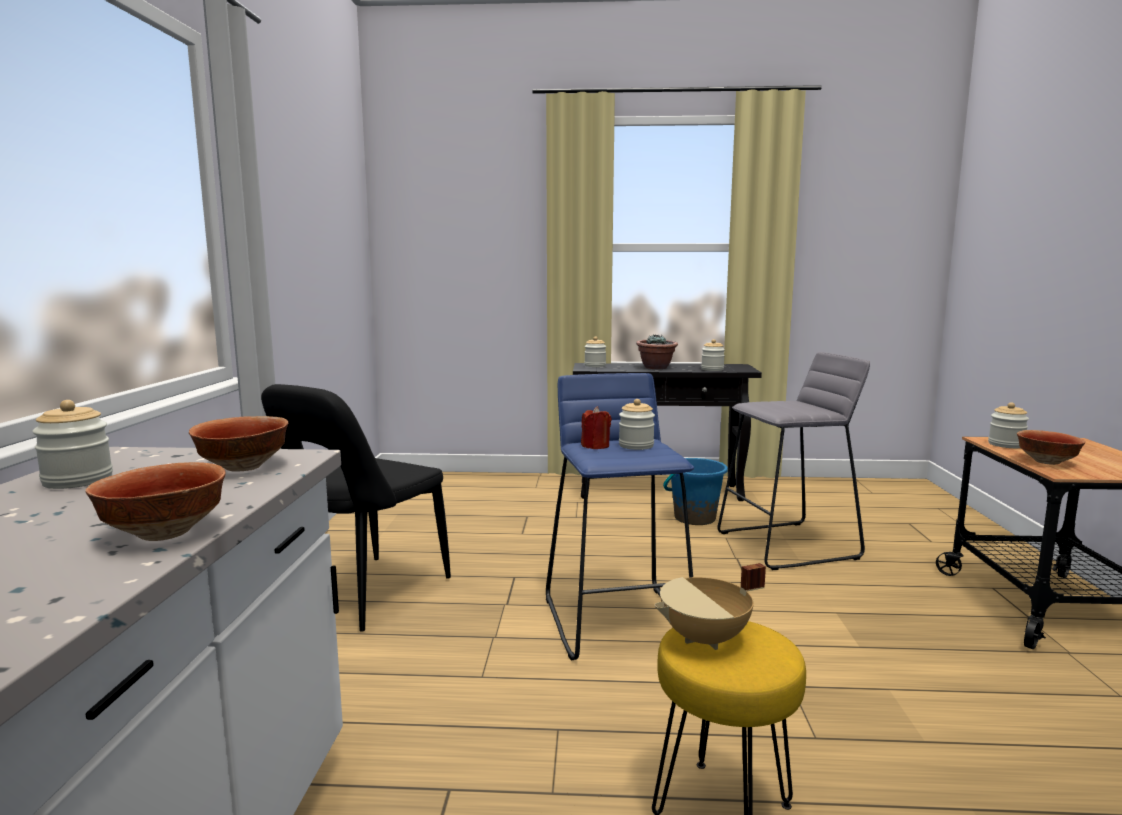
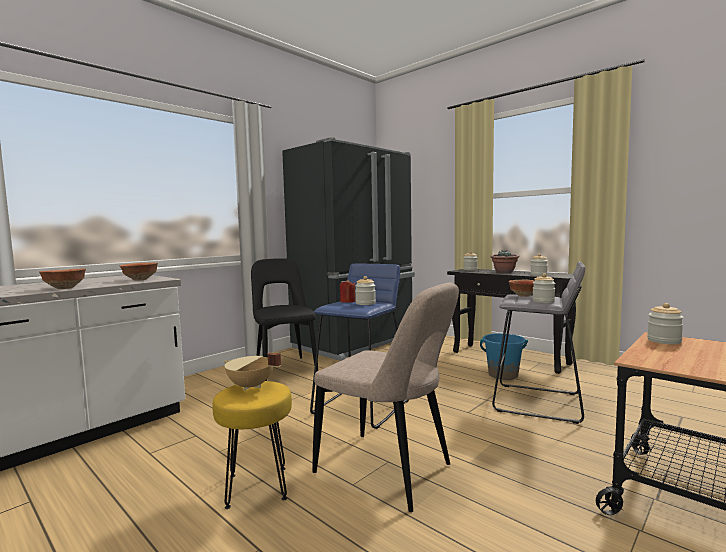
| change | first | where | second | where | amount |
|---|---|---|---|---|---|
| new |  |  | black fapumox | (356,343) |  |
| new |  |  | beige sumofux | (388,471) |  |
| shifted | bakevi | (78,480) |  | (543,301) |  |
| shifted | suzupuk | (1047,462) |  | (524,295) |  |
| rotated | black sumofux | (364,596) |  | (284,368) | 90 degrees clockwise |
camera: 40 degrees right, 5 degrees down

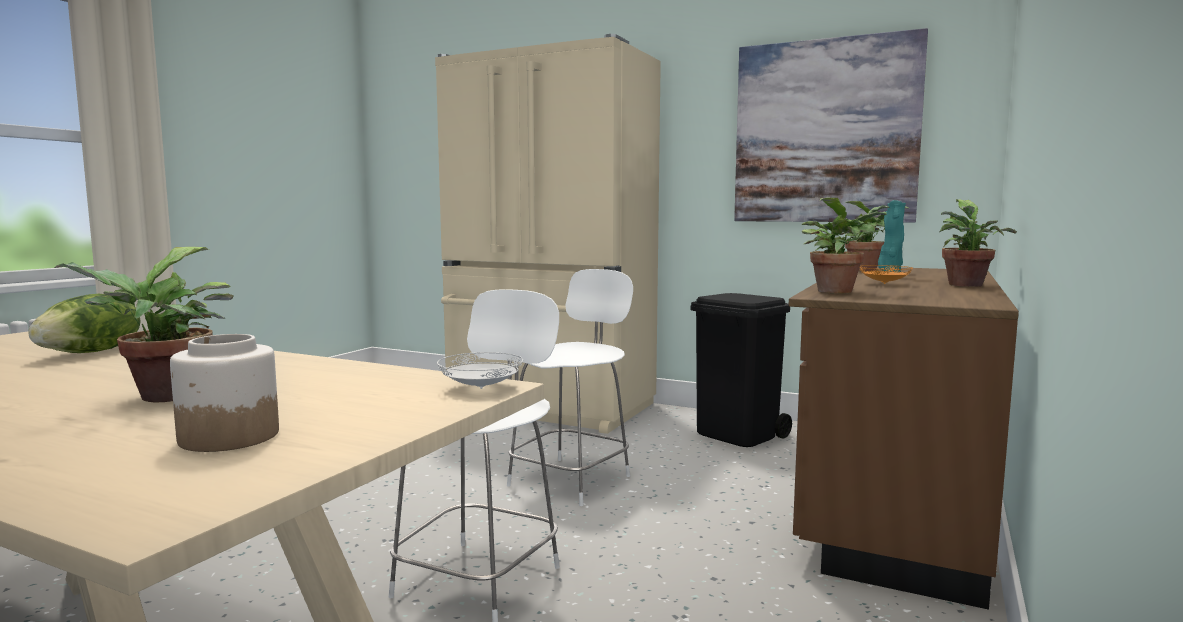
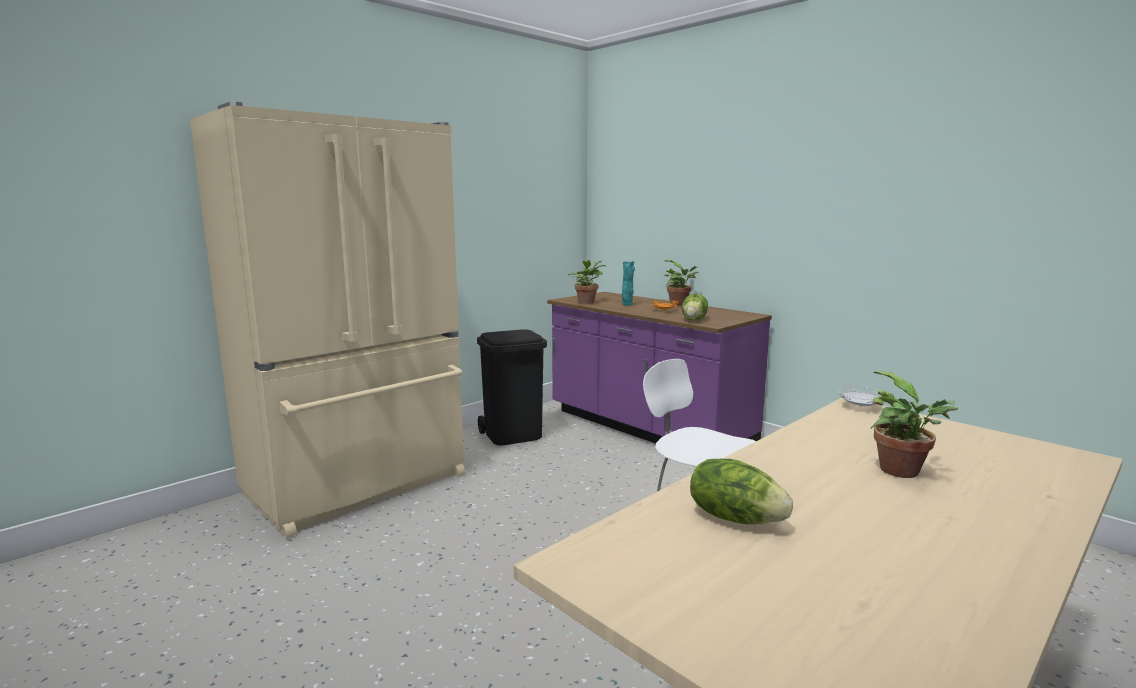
| change | first | where | second | where | amount |
|---|---|---|---|---|---|
| gone | bakevi | (228,437) |  |  |  |
| gone | white sumofux | (572,479) |  |  |  |
| gone | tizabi | (825,132) |  |  |  |
| swapped | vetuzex | (838,291) | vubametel | (694,320) |  |
| repainted | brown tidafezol | (893,501) | purple tidafezol | (647,429) |  |
camera: 70 degrees left, 5 degrees up

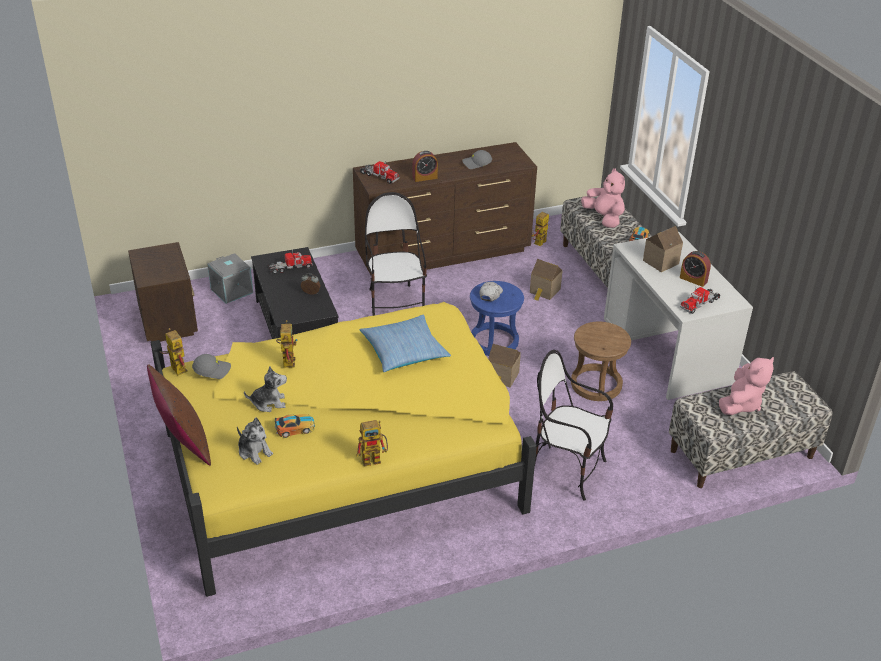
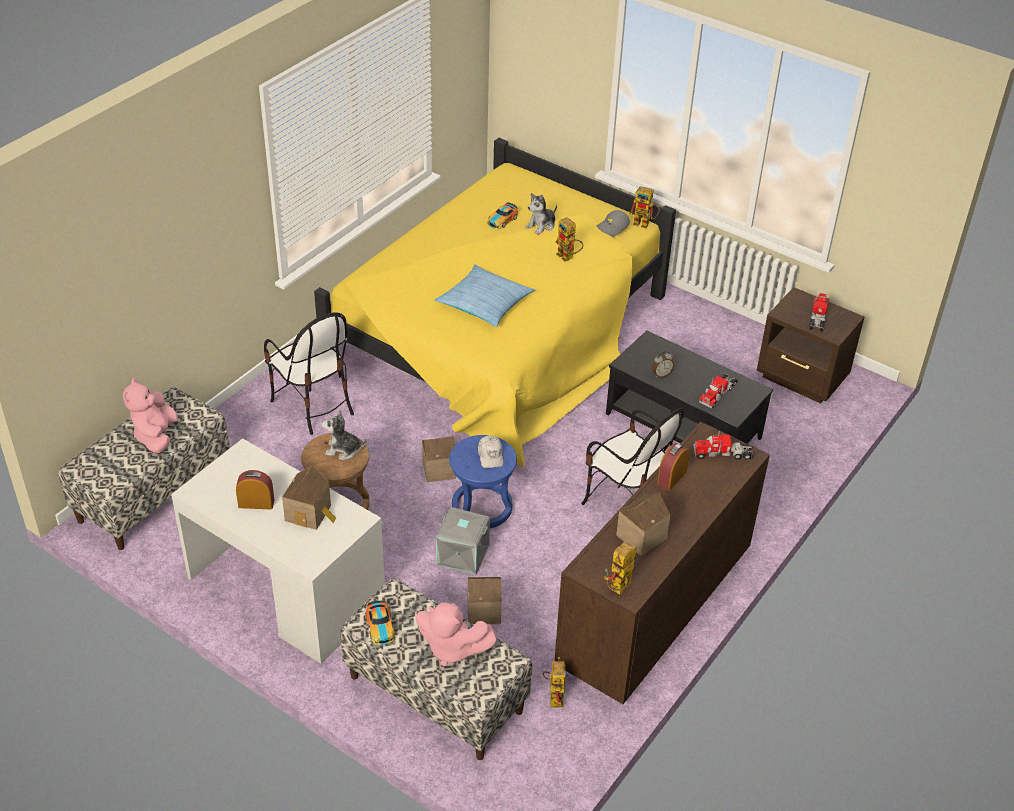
| change | first | where | second | where | amount |
|---|---|---|---|---|---|
| gone | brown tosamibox | (184,443) |  |  |  |
| shifted | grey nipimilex | (232,291) |  | (462,555) |  |
| shifted | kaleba | (254,451) |  | (343,450) |  |
| shifted | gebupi | (375,458) |  | (618,589) |  |
| shifted | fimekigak | (699,303) |  | (818,316) |  |
| swapped | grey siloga | (476,164) | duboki | (639,536) |  |
| rotated | sumofux | (566,469) |  | (313,406) | 60 degrees clockwise |
camera: 145 degrees right, 5 degrees up

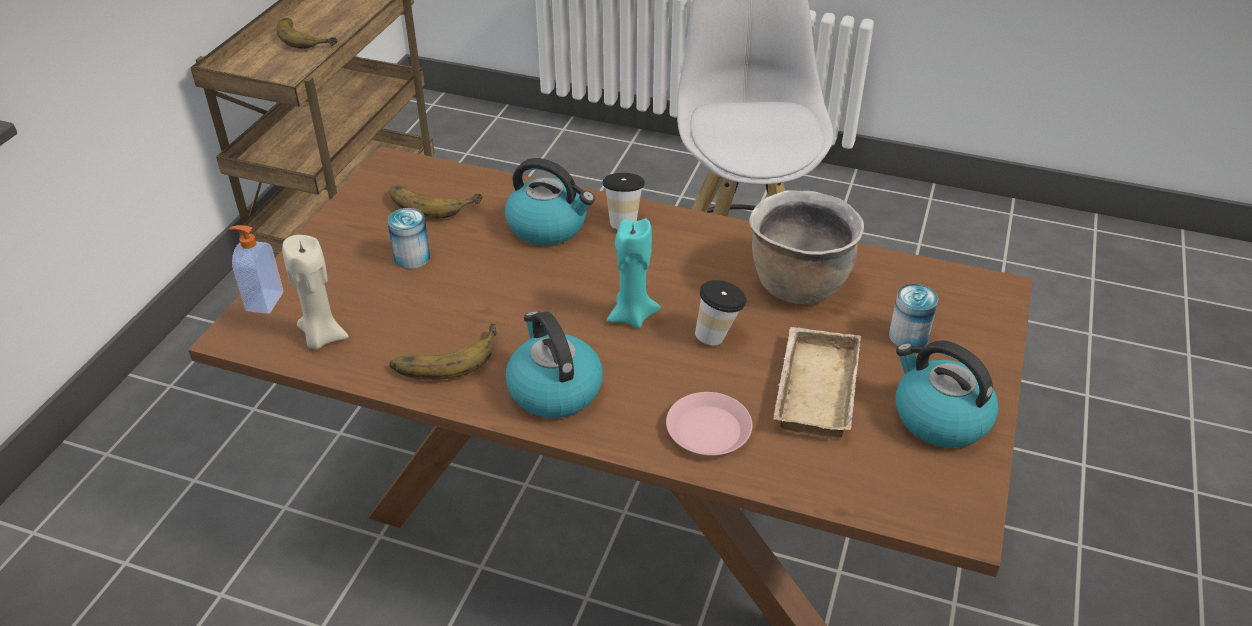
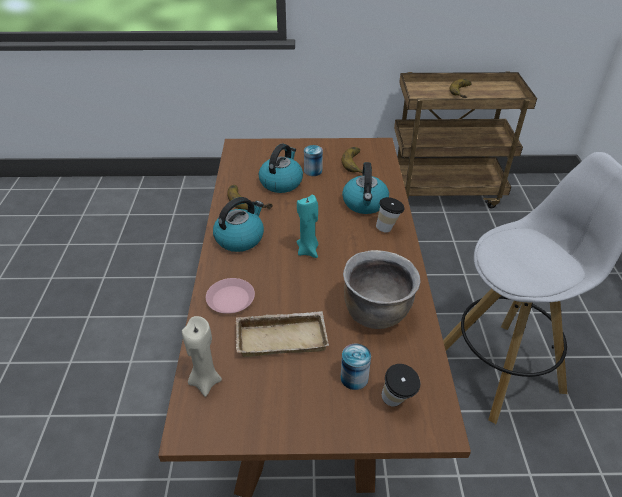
| change | first | where | second | where | amount |
|---|---|---|---|---|---|
| gone | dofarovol | (263,301) |  |  |  |
| shifted | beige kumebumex | (322,337) |  | (205,381) |  |
| shifted | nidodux | (718,336) |  | (397,402) |  |
| shifted | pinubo | (939,417) |  | (281,182) |  |
camera: 70 degrees right, 0 degrees up

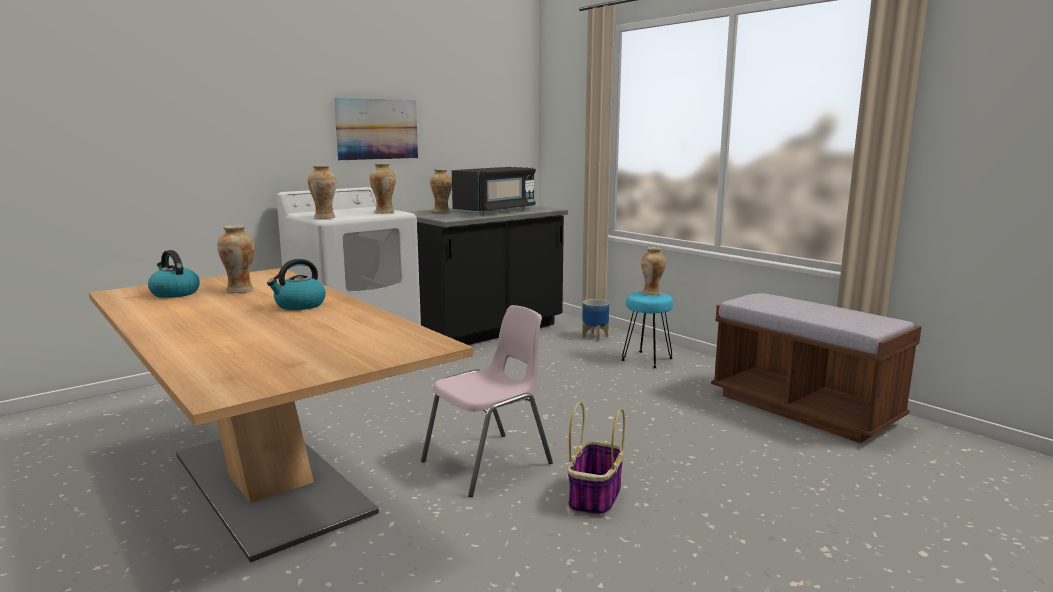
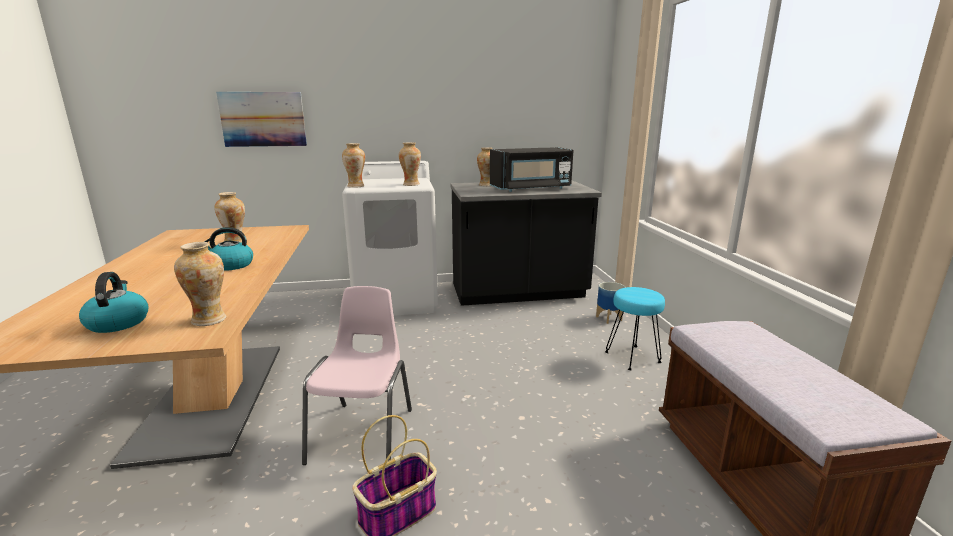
| change | first | where | second | where | amount |
|---|---|---|---|---|---|
| shifted | pinubo | (174,293) |  | (118,322) |  |
| shifted | tizabi | (377,129) |  | (263,119) |  |
| shifted | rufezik | (651,293) |  | (209,320) |  |
| rotated | pink sumofux | (489,463) |  | (364,434) | 75 degrees counterclockwise |
camera: 30 degrees right, 5 degrees up

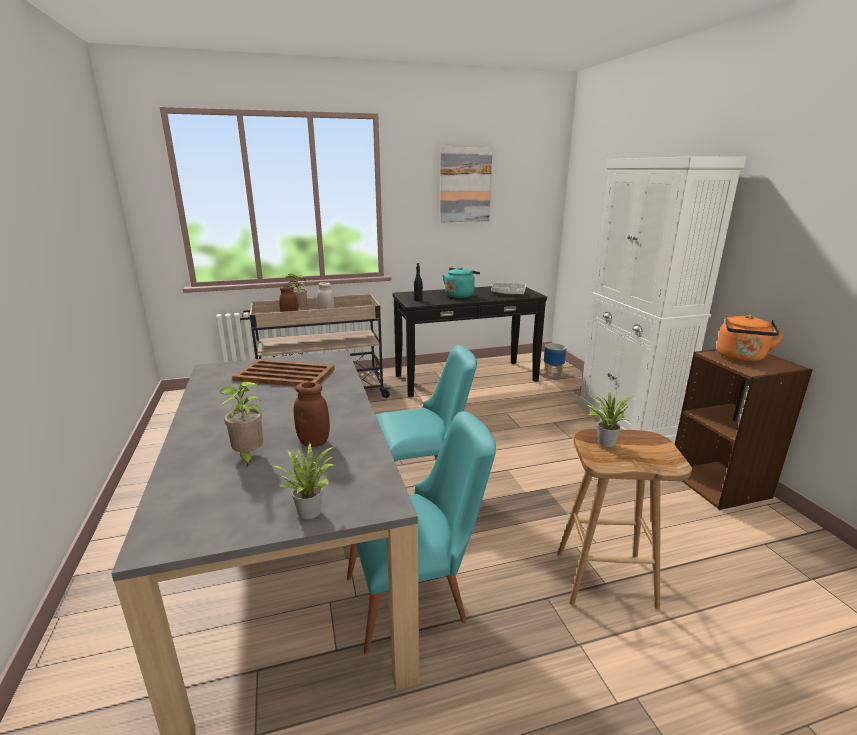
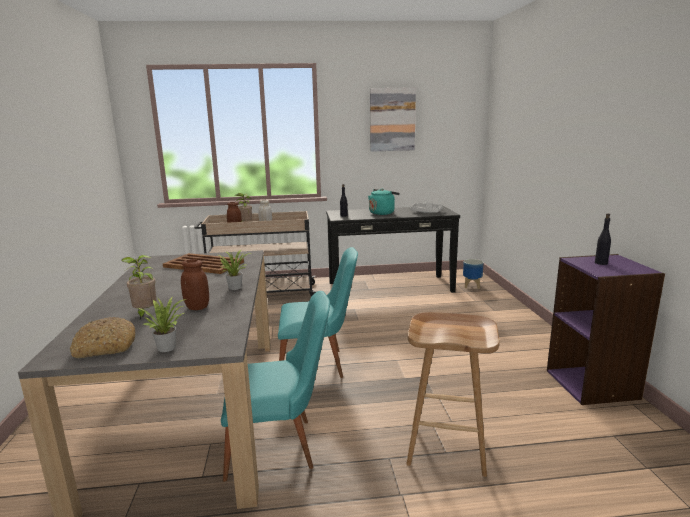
| change | first | where | second | where | amount |
|---|---|---|---|---|---|
| gone | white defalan | (627,421) |  |  |  |
| new |  |  | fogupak | (105,347) |  |
| shifted | vetuzex | (604,441) |  | (235,287) |  |
| swapped | orange pinubo | (741,358) | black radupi | (601,263) |  |
| repainted | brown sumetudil | (719,484) | purple sumetudil | (592,384) |  |
camera: 10 degrees right, 5 degrees down

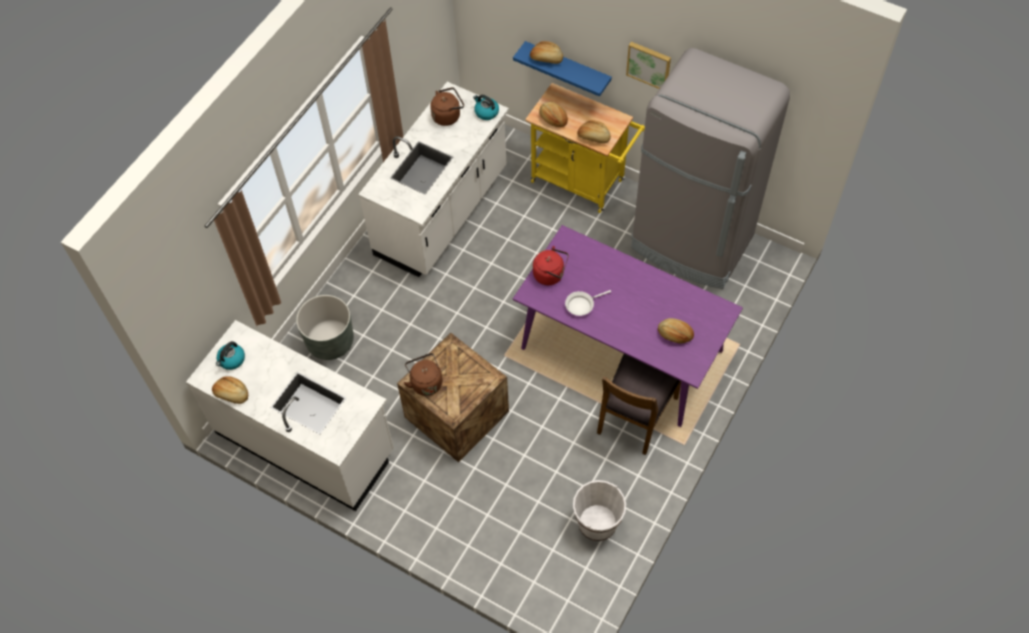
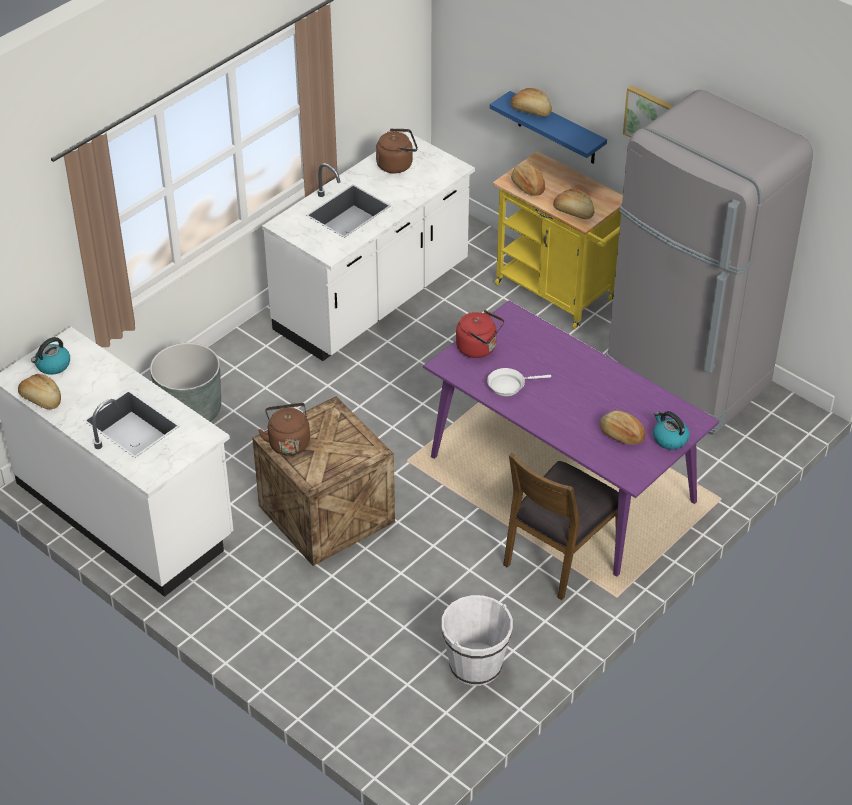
| change | first | where | second | where | amount |
|---|---|---|---|---|---|
| shifted | pinubo | (486,112) |  | (669,439) |  |
camera: 10 degrees right, 15 degrees down

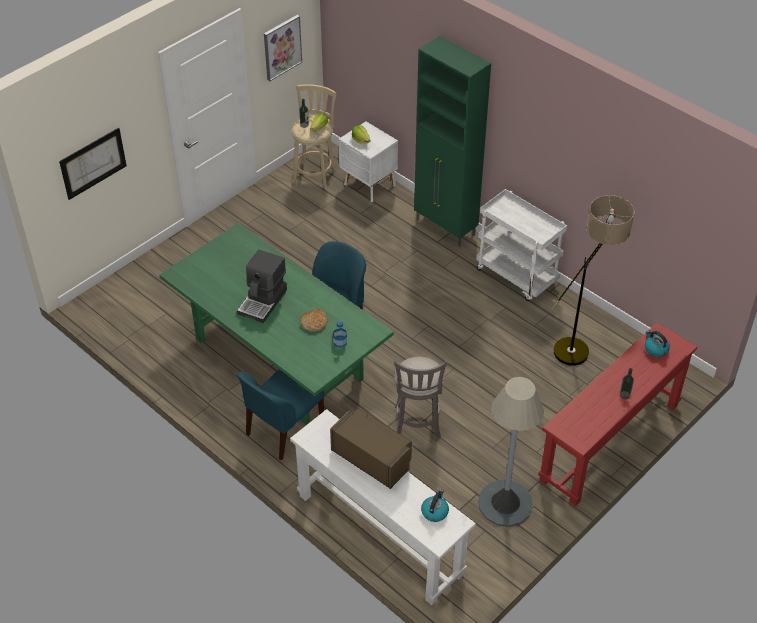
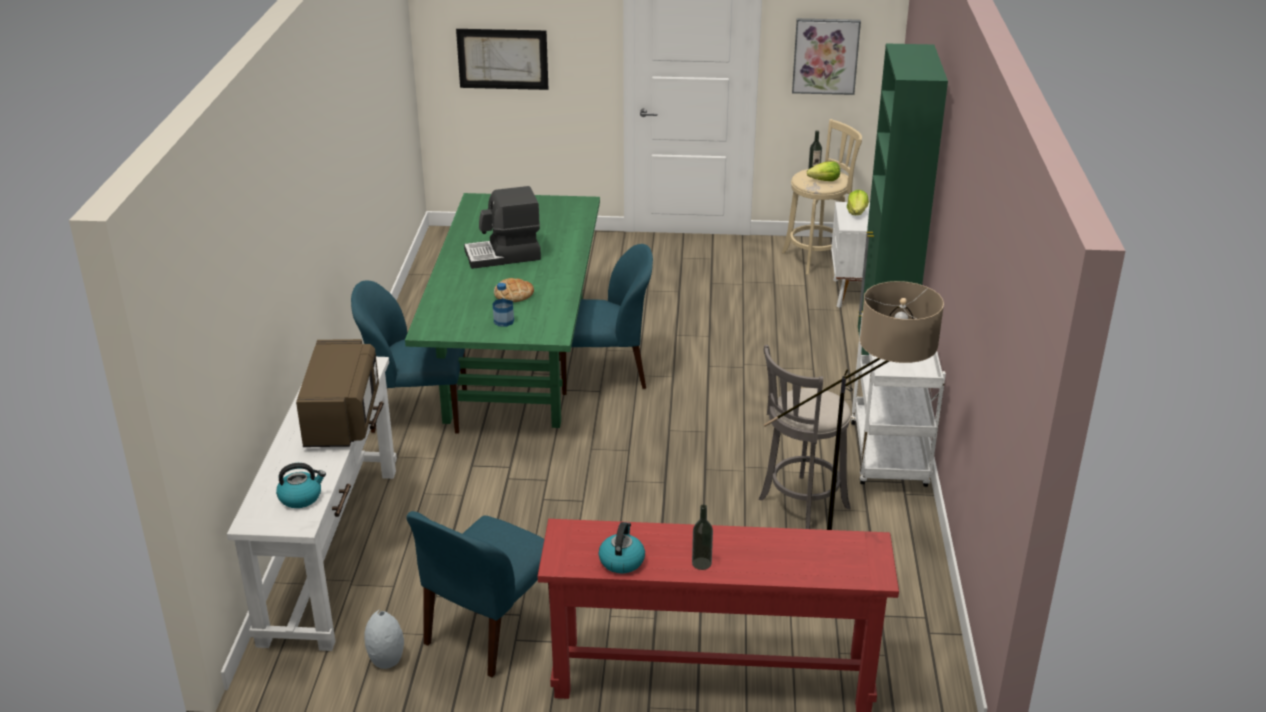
| change | first | where | second | where | amount |
|---|---|---|---|---|---|
| new |  |  | grey rufezik | (385,659) |  |
| shifted | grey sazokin | (417,425) |  | (800,505) |  |
| shifted | pinubo | (655,349) |  | (621,560) |  |
| swapped | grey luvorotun | (505,503) | blue sumofux | (488,630) |  |
camera: 50 degrees right, 15 degrees down

